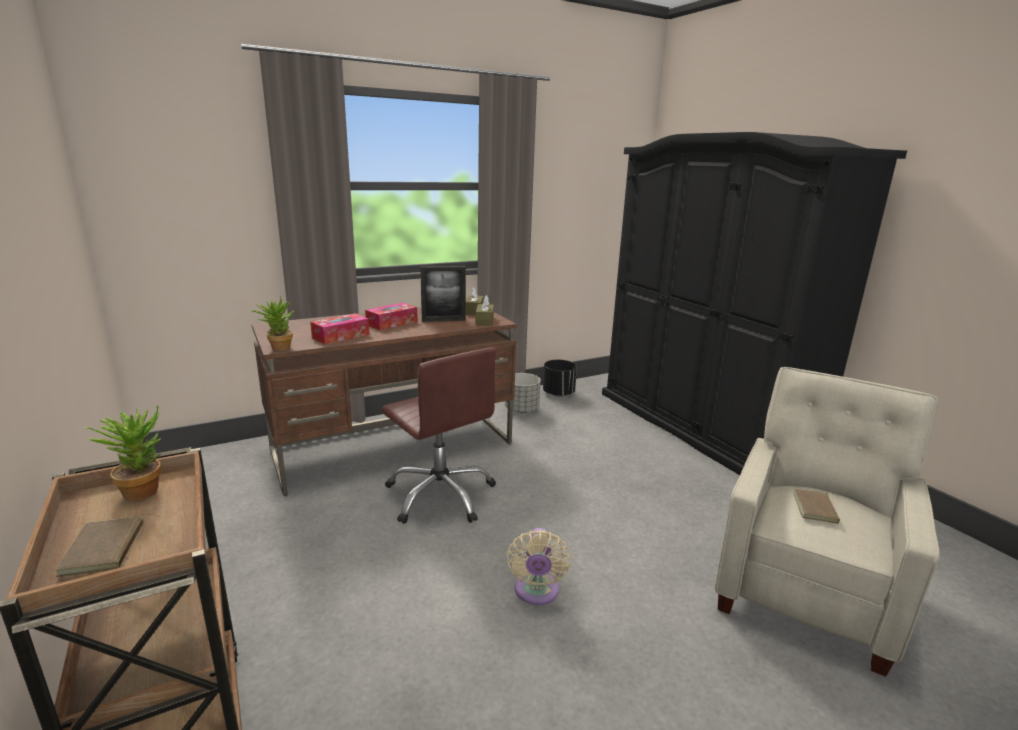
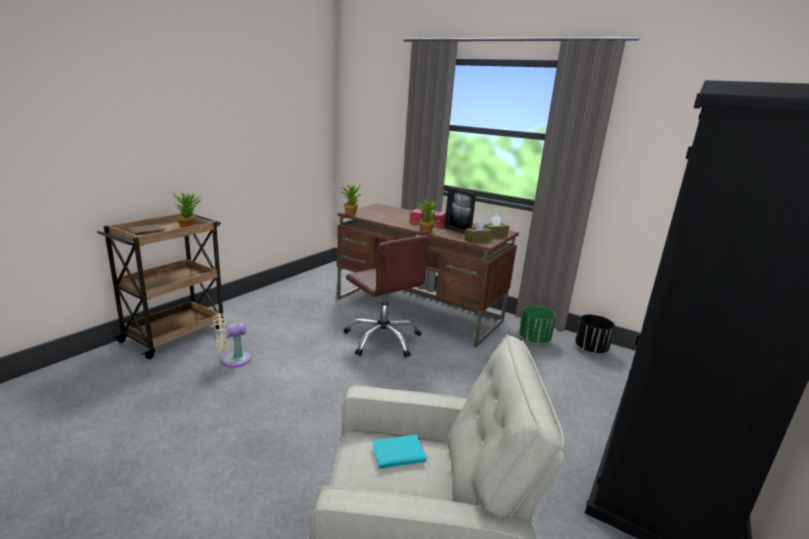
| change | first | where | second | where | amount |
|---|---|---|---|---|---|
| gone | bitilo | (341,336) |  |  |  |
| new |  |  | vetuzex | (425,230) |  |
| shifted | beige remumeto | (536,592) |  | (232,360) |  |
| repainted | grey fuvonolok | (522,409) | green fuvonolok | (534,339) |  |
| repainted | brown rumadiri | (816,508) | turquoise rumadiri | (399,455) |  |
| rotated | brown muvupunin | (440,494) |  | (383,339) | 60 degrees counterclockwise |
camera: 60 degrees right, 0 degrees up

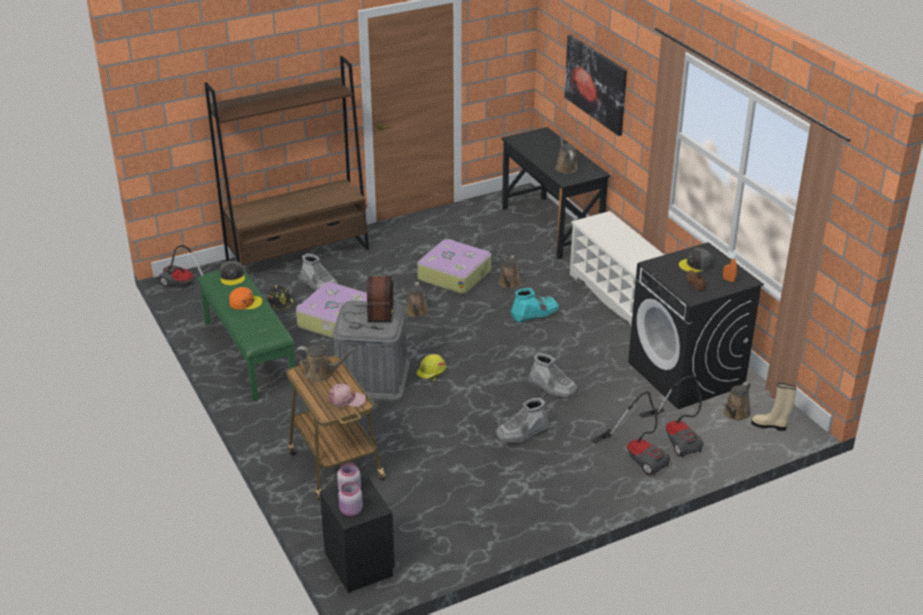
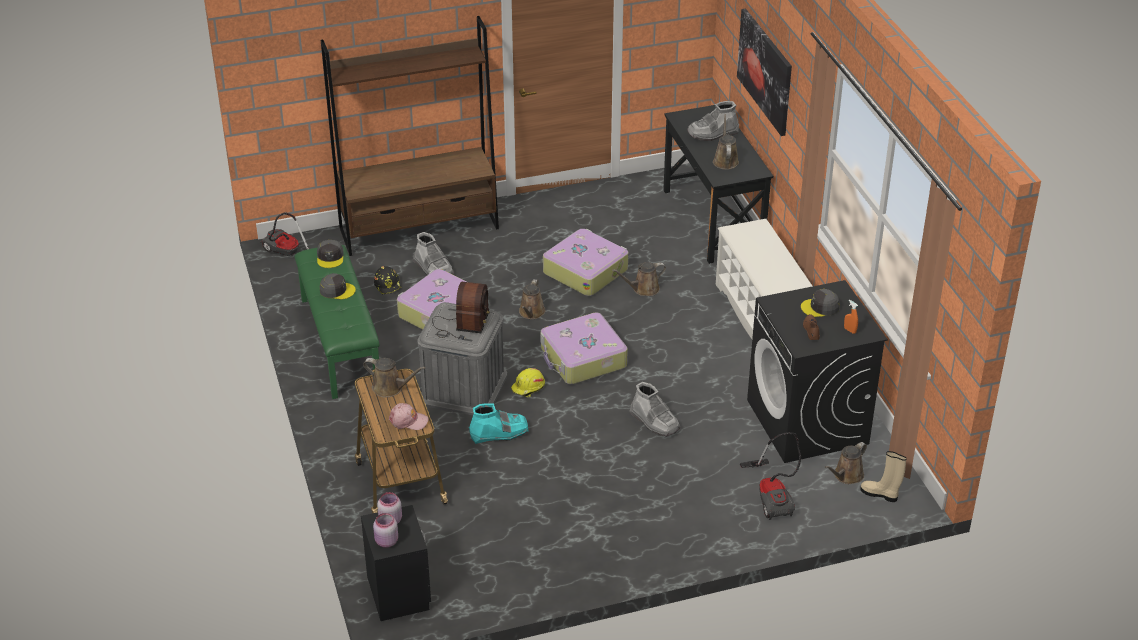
| change | first | where | second | where | amount |
|---|---|---|---|---|---|
| gone | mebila | (638,456) |  |  |  |
| new |  |  | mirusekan | (582,358) |  |
| shifted | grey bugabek | (522,433) |  | (712,133) |  |
| shifted | turquoise bugabek | (534,314) |  | (499,433) |  |
| repainted | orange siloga | (245,302) | grey siloga | (337,290) |  |
| rotated | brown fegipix | (509,284) |  | (643,289) | 45 degrees clockwise |
camera: 10 degrees right, 5 degrees up

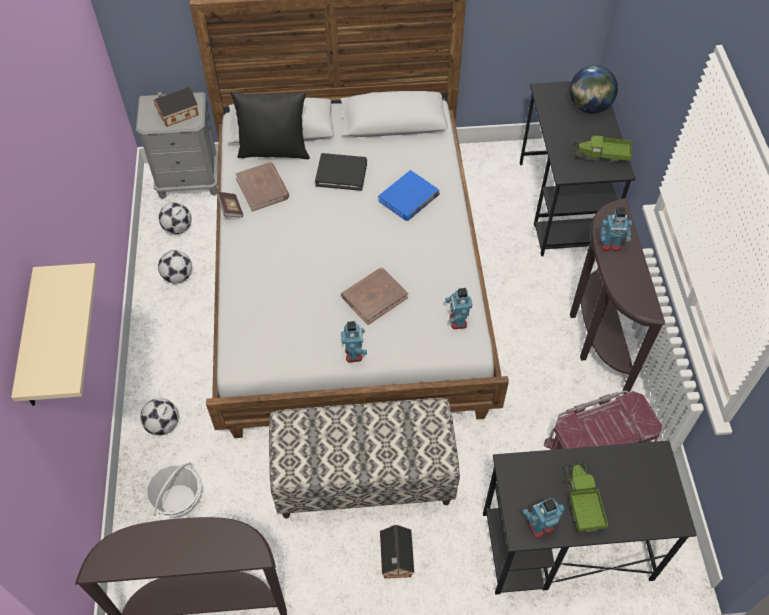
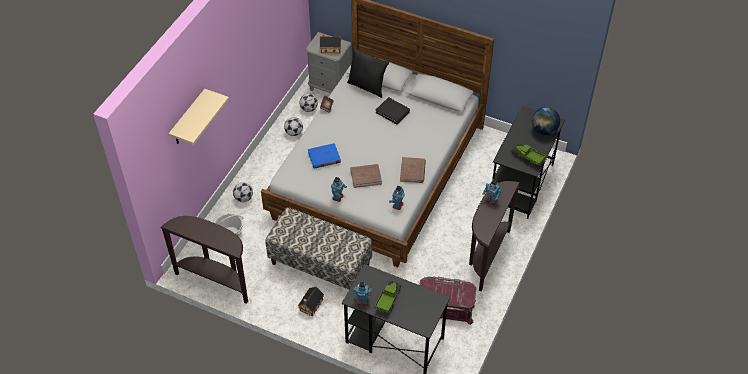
| change | first | where | second | where | amount |
|---|---|---|---|---|---|
| shifted | brown rumadiri | (263,188) |  | (412,171) |  |
| shifted | blue rumadiri | (409,198) |  | (324,157) |  |
camera: 30 degrees right, 5 degrees down

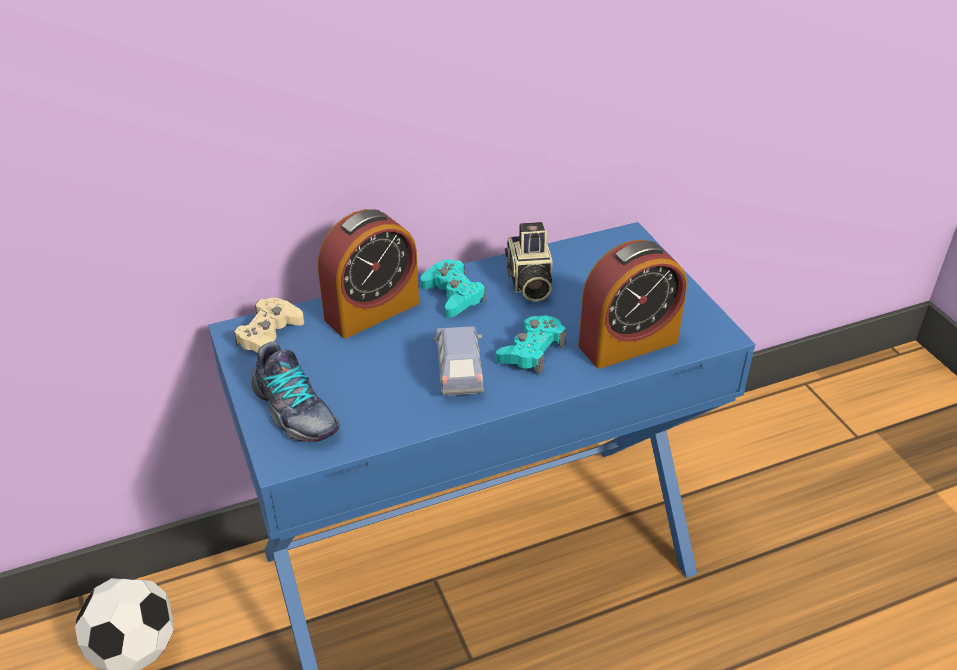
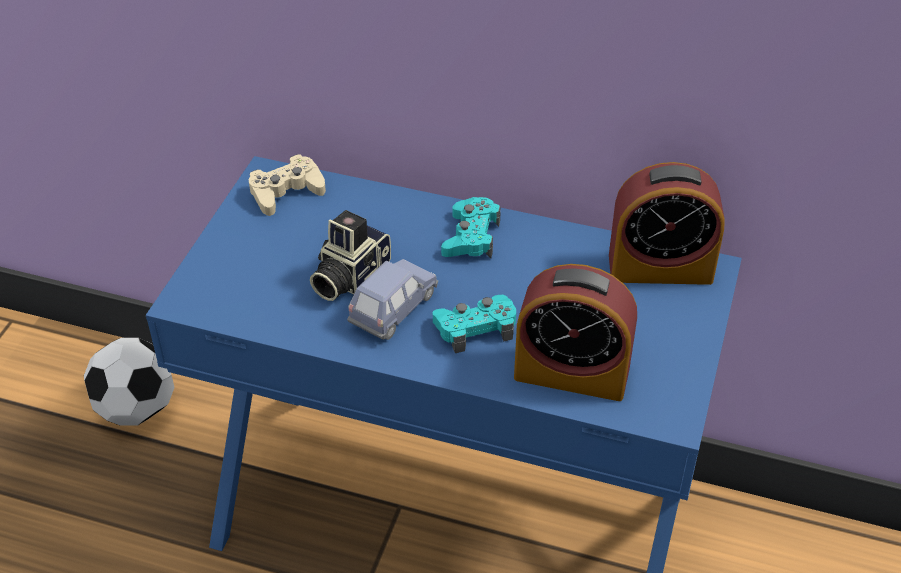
| change | first | where | second | where | amount |
|---|---|---|---|---|---|
| gone | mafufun | (294,411) |  |  |  |
| shifted | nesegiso | (372,311) |  | (660,268) |  |
| shifted | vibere | (528,283) |  | (348,276) |  |
camera: 40 degrees right, 5 degrees up

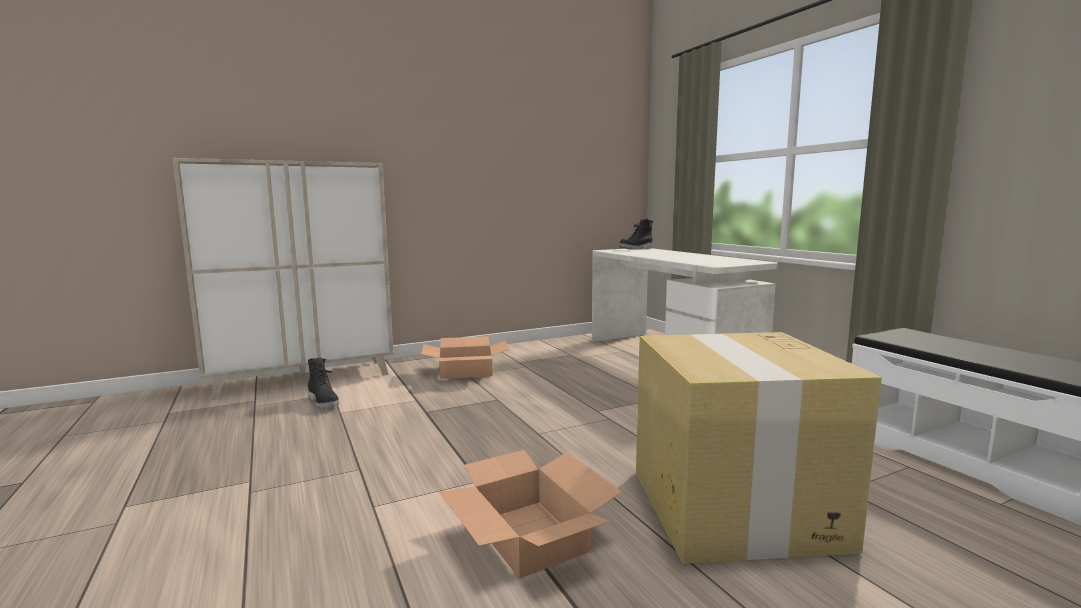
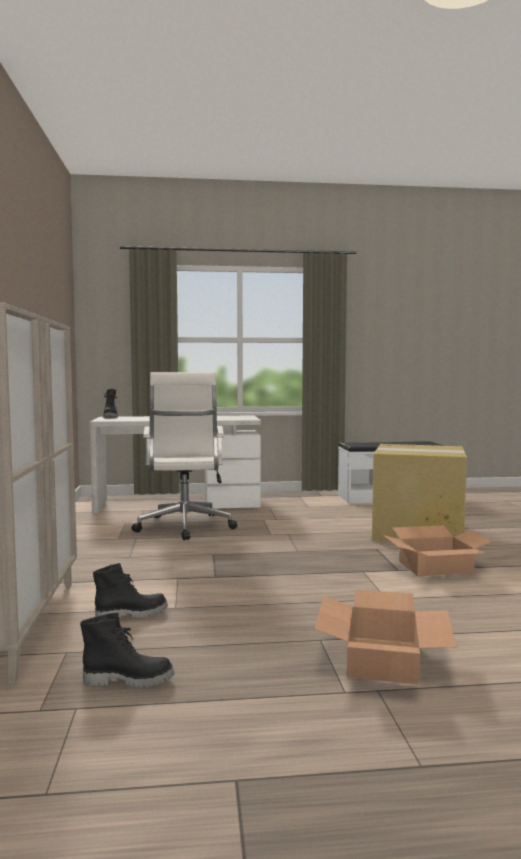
| change | first | where | second | where | amount |
|---|---|---|---|---|---|
| new |  |  | black bugabek | (129,680) |  |
| new |  |  | white muvupunin | (184,527) |  |
| shifted | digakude | (466,371) |  | (383,659) |  |
camera: 70 degrees left, 5 degrees down

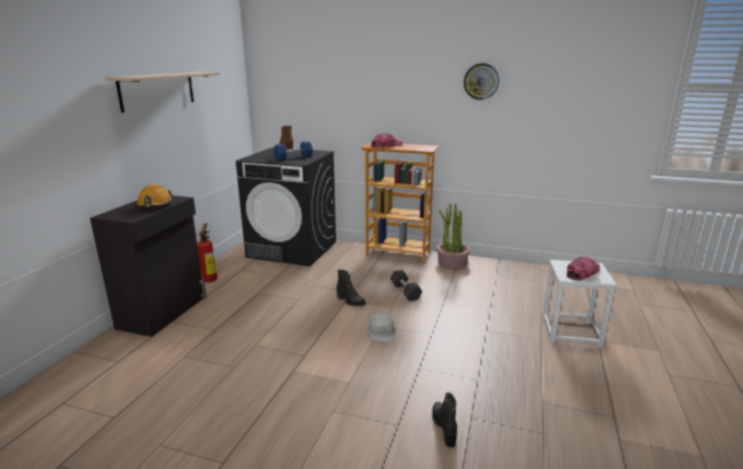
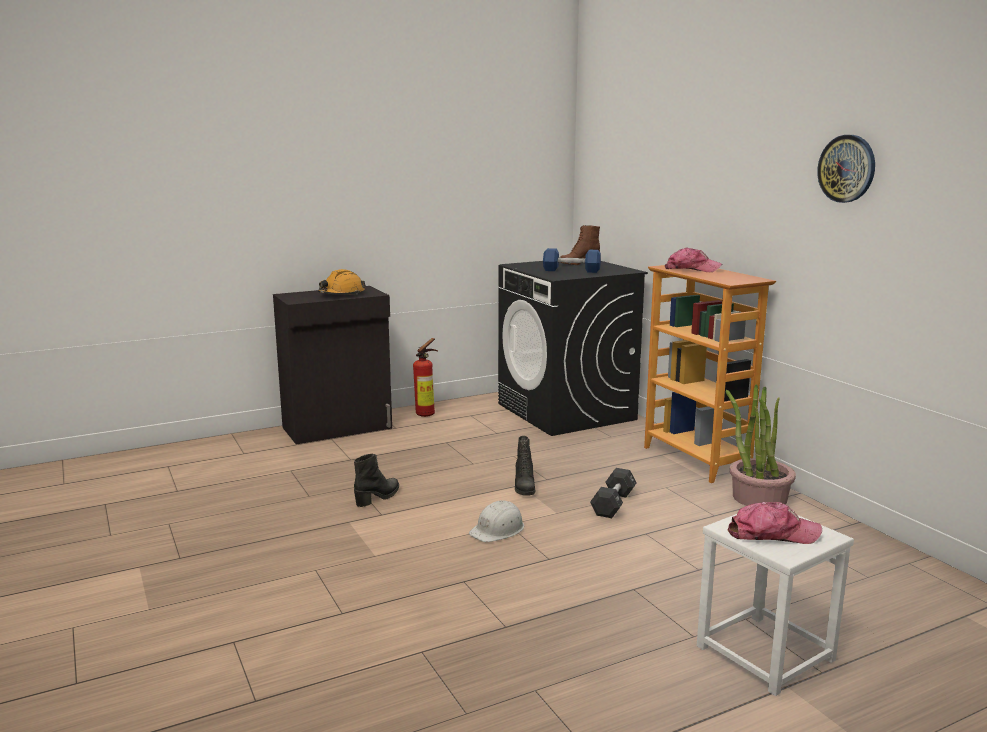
| change | first | where | second | where | amount |
|---|---|---|---|---|---|
| gone | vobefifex | (158,90) |  |  |  |
| shifted | black bugabek | (444,427) |  | (378,497) |  |
camera: 45 degrees right, 5 degrees down

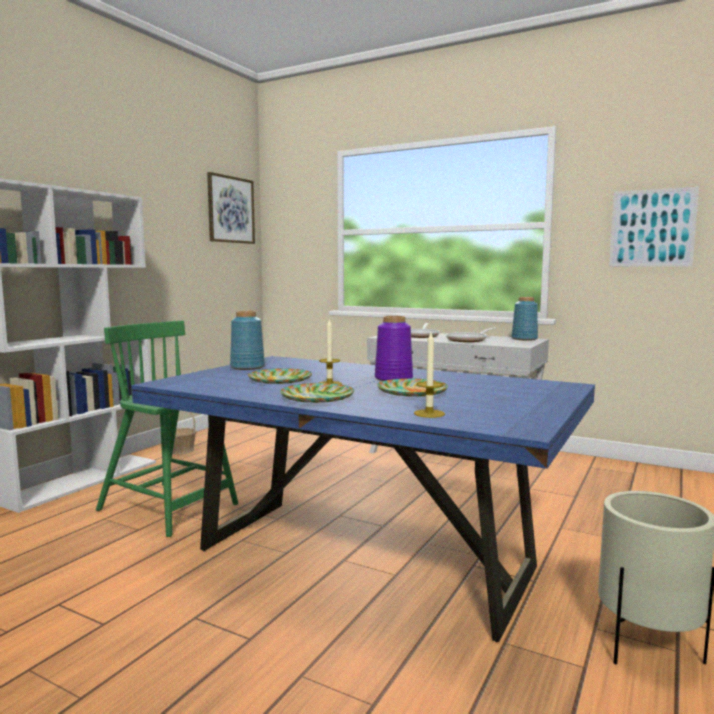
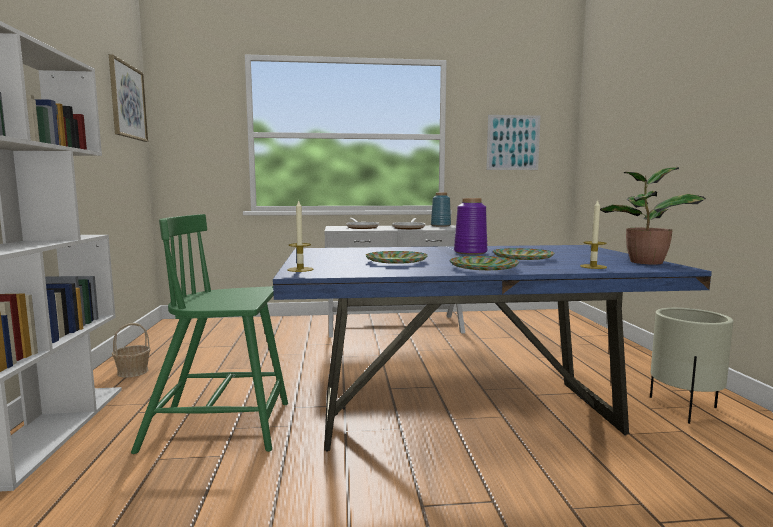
| change | first | where | second | where | amount |
|---|---|---|---|---|---|
| gone | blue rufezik | (248,367) |  |  |  |
| new |  |  | vetuzex | (644,262) |  |
| shifted | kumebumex | (329,384) |  | (300,269) |  |
camera: 35 degrees left, 0 degrees up

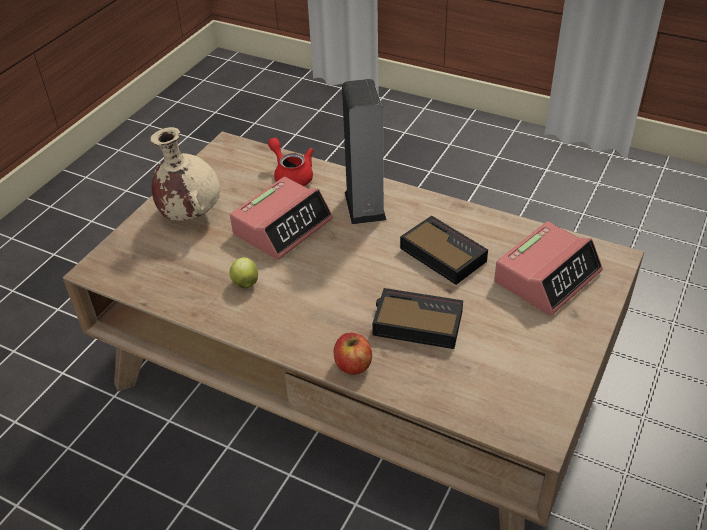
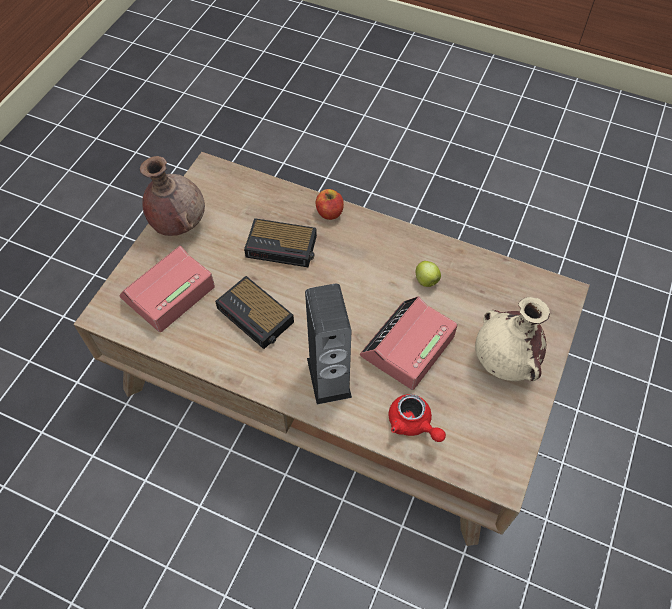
| change | first | where | second | where | amount |
|---|---|---|---|---|---|
| new |  |  | brown rufezik | (178,223) |  |
camera: 175 degrees right, 15 degrees up

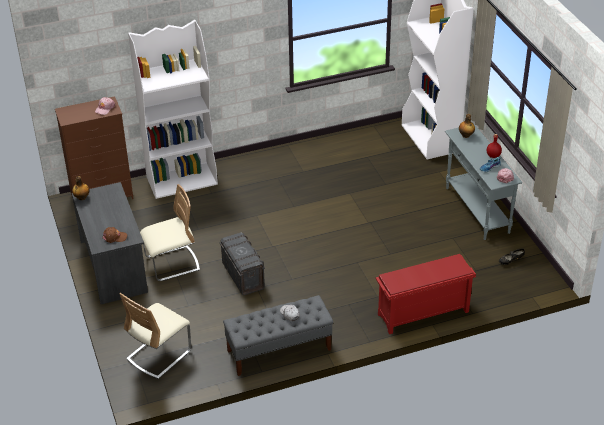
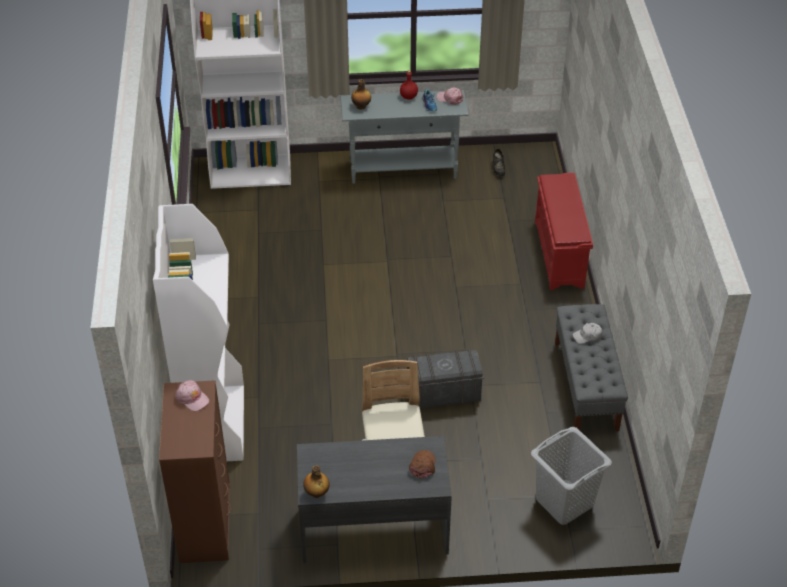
| change | first | where | second | where | amount |
|---|---|---|---|---|---|
| swapped | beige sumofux | (159,355) | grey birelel | (564,502) |  |
camera: 75 degrees left, 5 degrees up

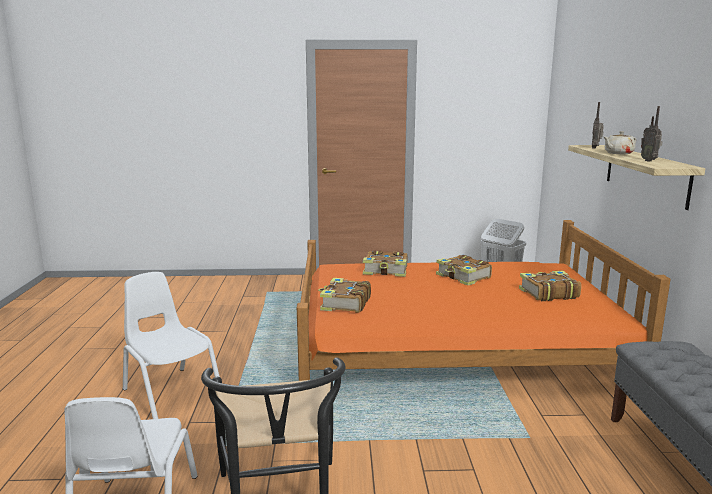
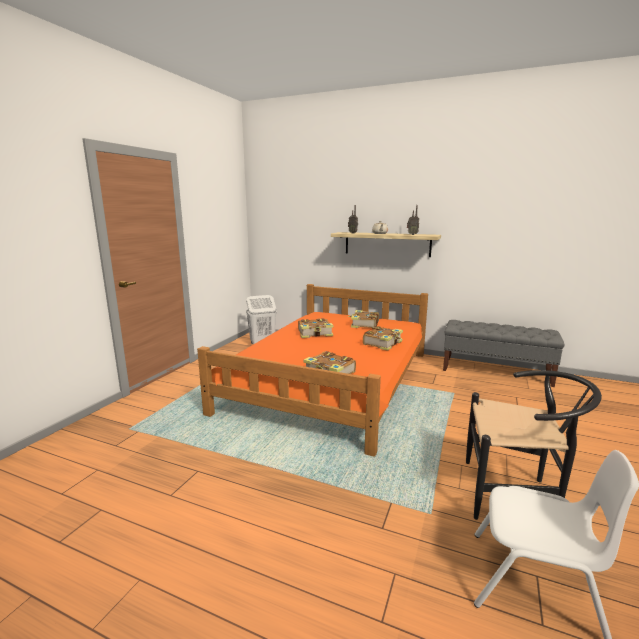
| change | first | where | second | where | amount |
|---|---|---|---|---|---|
| gone | white sumofux | (171,394) |  |  |  |
| shifted | rumadiri | (386,271) |  | (383,343) |  |
camera: 65 degrees left, 0 degrees up

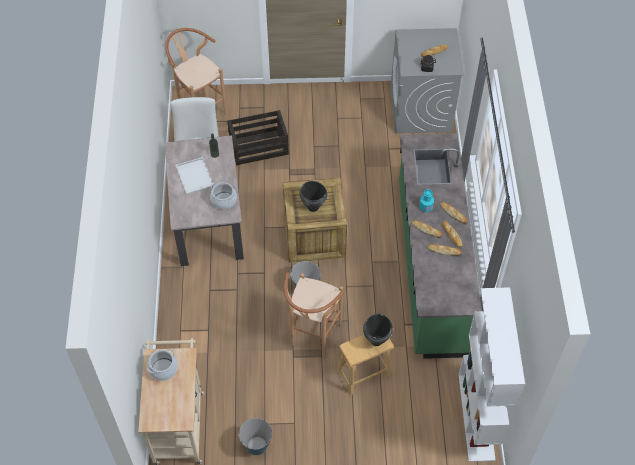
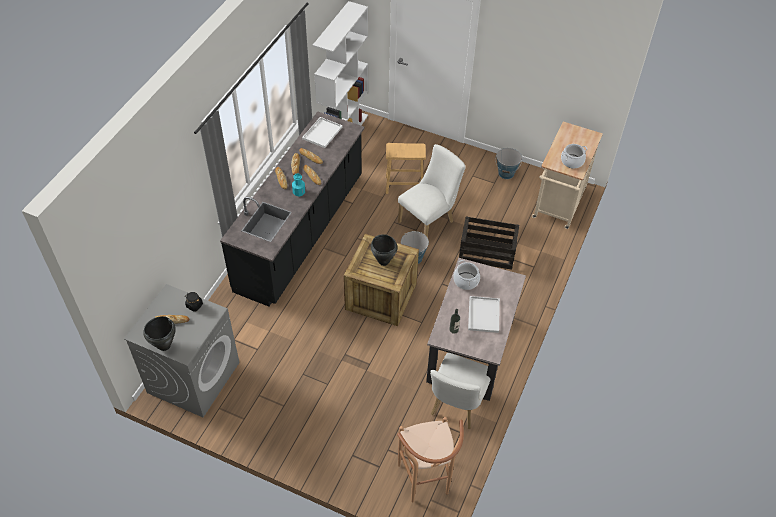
| change | first | where | second | where | amount |
|---|---|---|---|---|---|
| new |  |  | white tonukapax | (322,132) |  |
| shifted | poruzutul | (259,147) |  | (486,253) |  |
| shifted | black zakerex | (376,340) |  | (164,345) |  |
| swapped | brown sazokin | (312,339) | white sumofux | (429,220) |  |
| repainted | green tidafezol | (430,267) | black tidafezol | (301,233) |  |
camera: 155 degrees left, 5 degrees down

